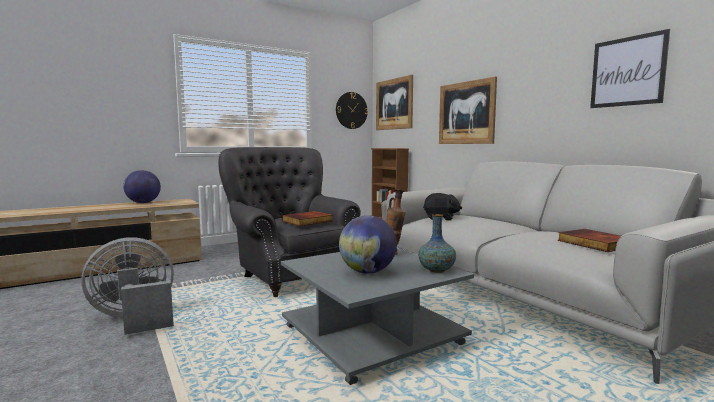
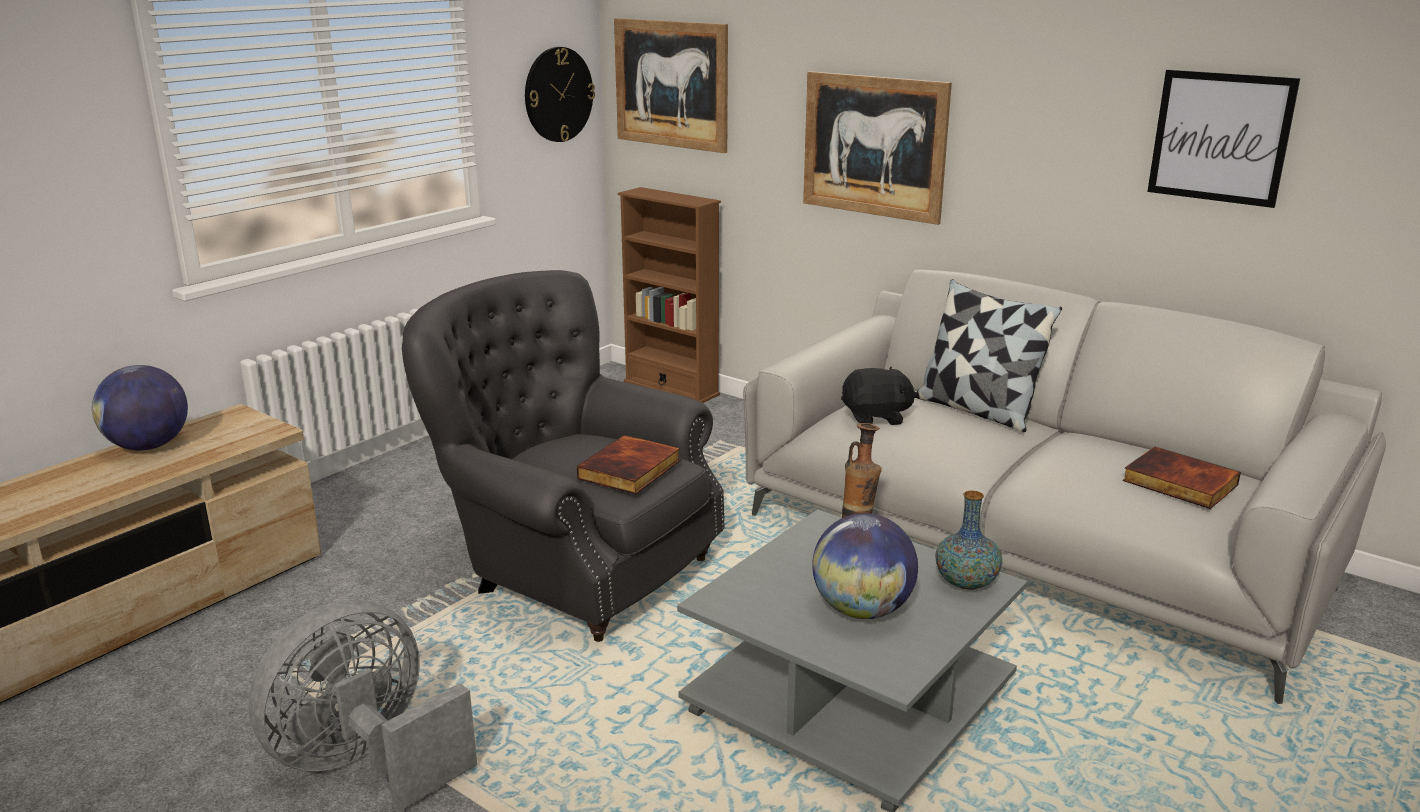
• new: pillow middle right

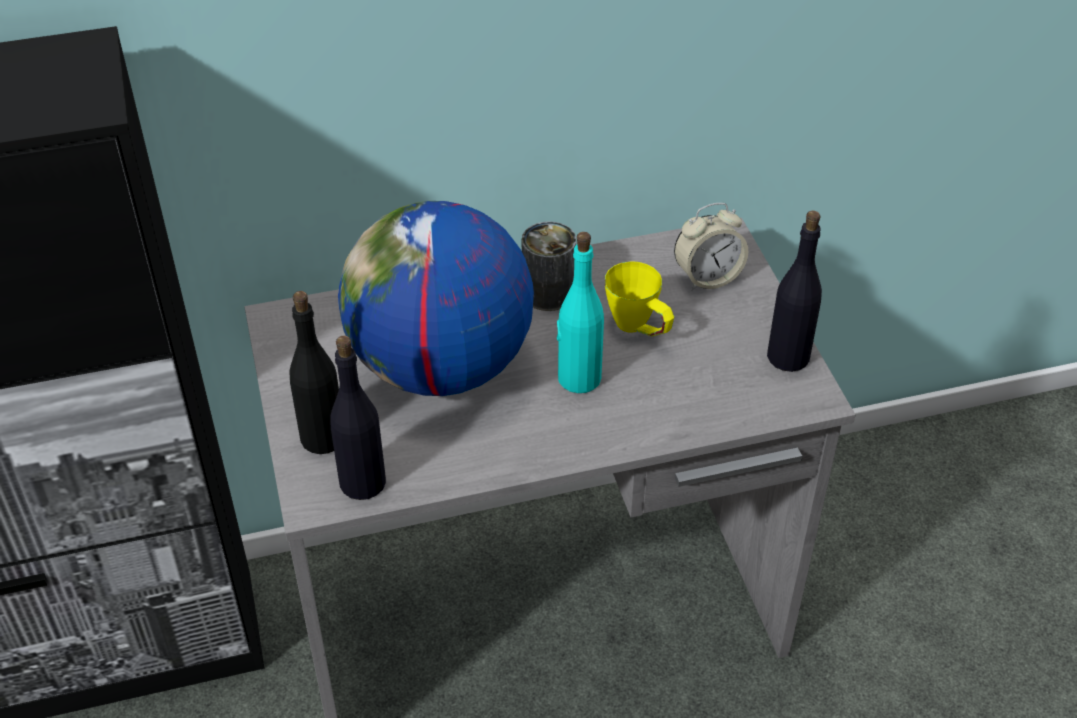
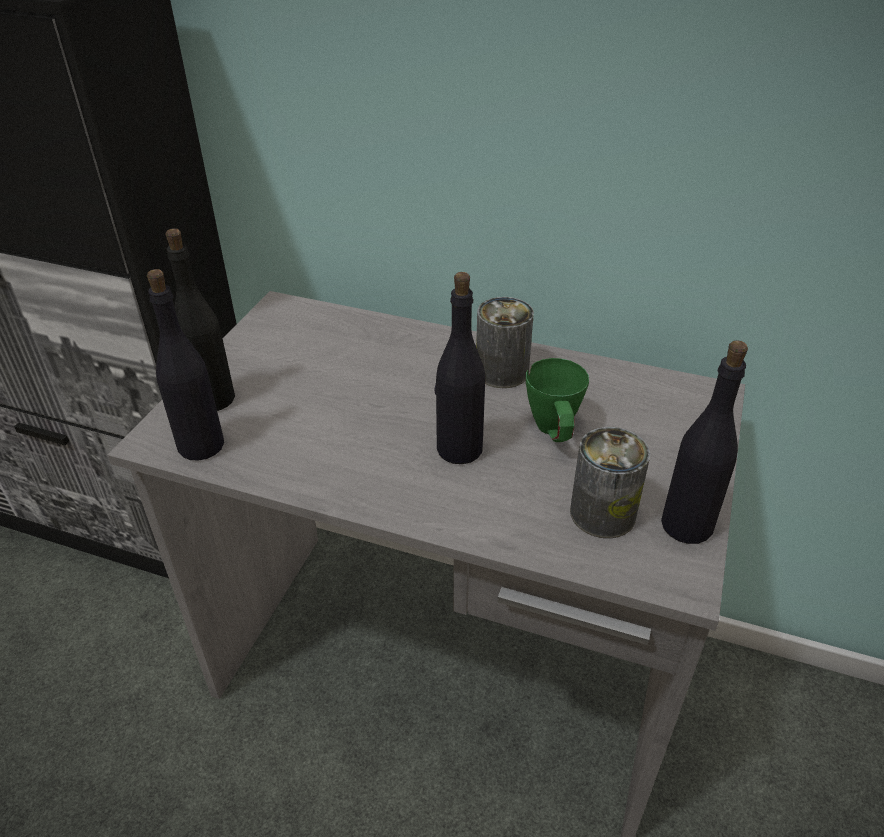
• repainted: bottle (turquoise) centre to bottle (blackish) (no. 3 from left) centre
• repainted: mug (yellow) centre to mug (green-coloured) centre
• new: sealed can (no. 2 from left) middle right
• gone: globe centre
• gone: bedside clock centre

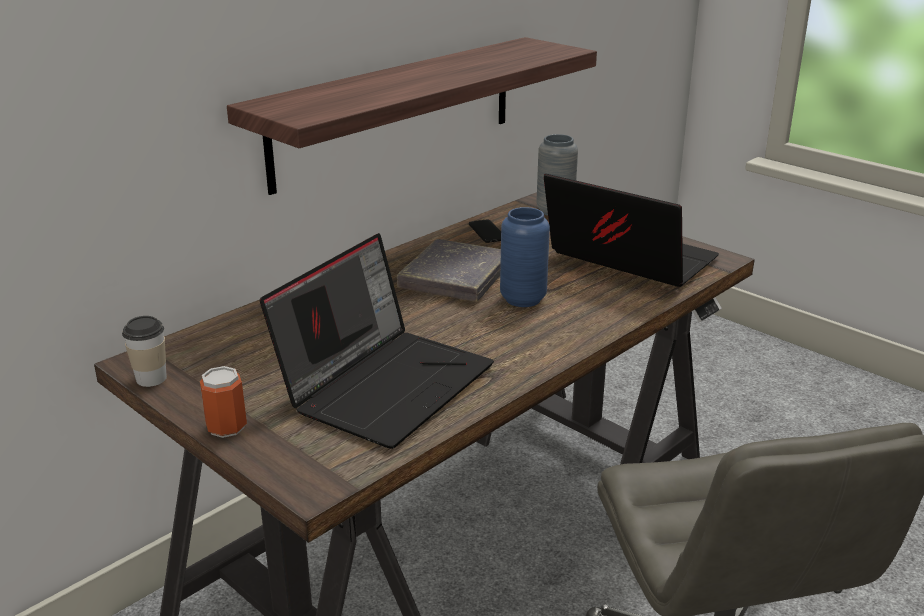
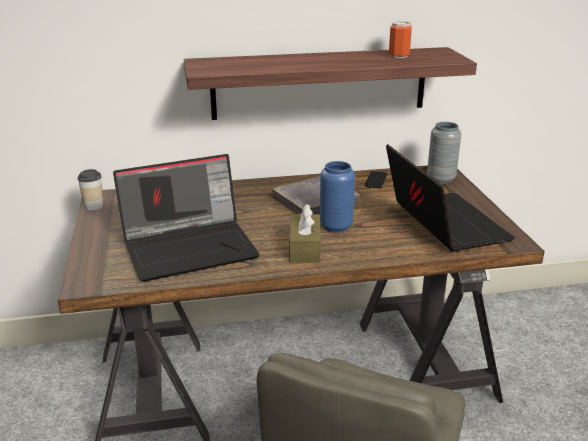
• new: tissue holder (brown) centre
• shifted: sealed can middle left to top right

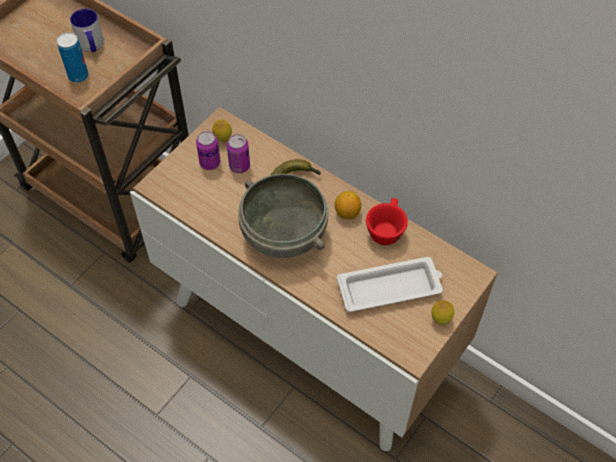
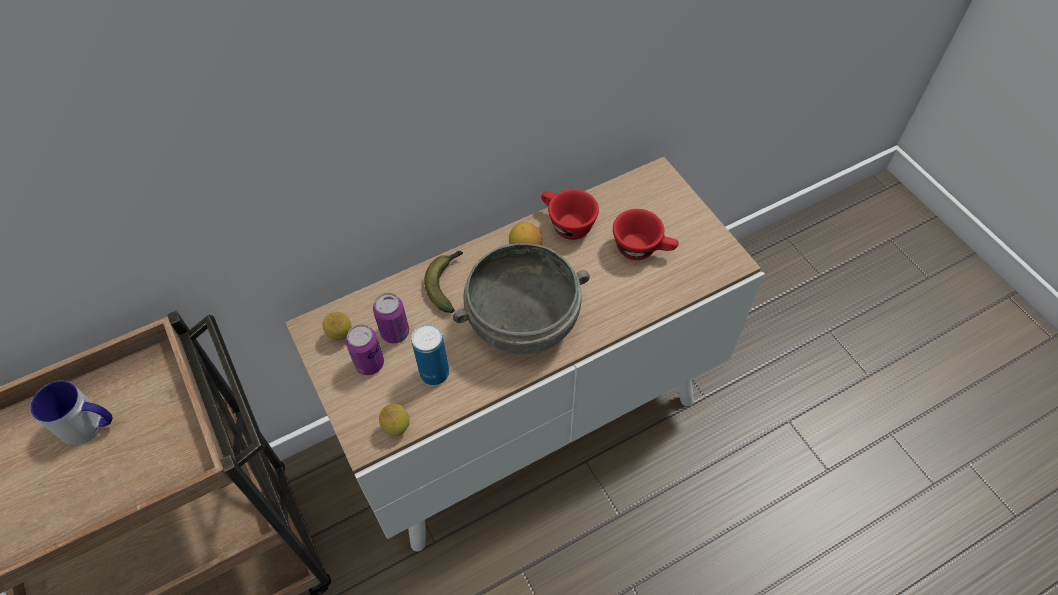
• shifted: whole lemon (no. 3 from left in the first image) bottom right to whole lemon (no. 2 from left) bottom centre
• shifted: sealed can (no. 1 from left in the first image) top left to sealed can (no. 3 from left) centre
• swapped: serving tray (white) centre to cup (red-coloured) (no. 2 from left) centre

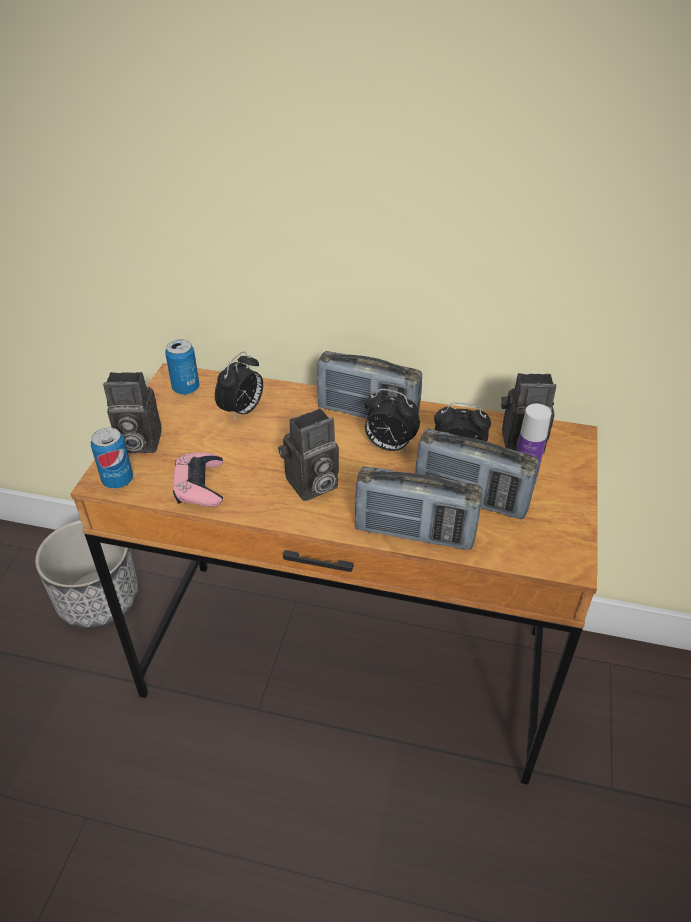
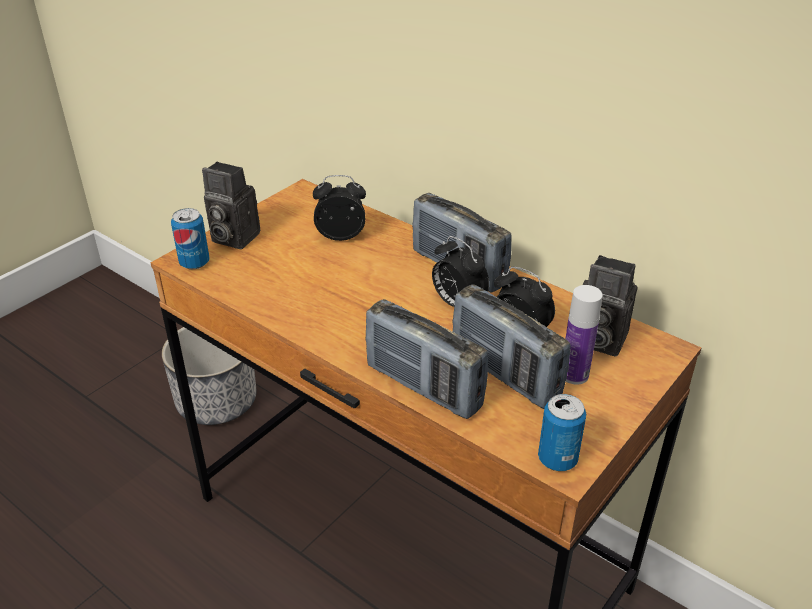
• rotated: bedside clock (no. 1 from left) centre = centre 150 degrees counterclockwise
• shifted: sealed can (no. 2 from left) middle left to bottom right
• gone: game controller (pinkish) middle left
• gone: photo camera (no. 2 from left) centre

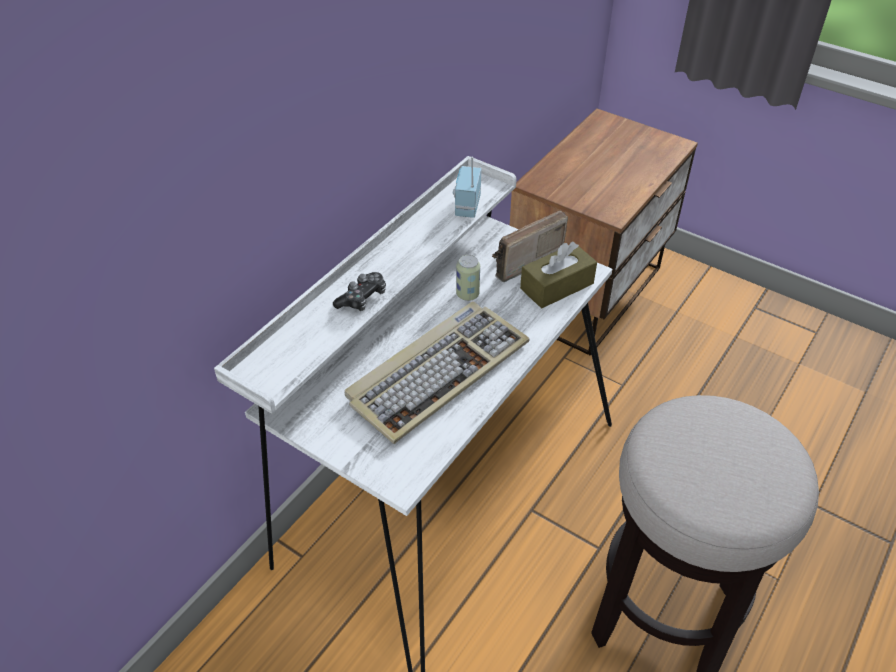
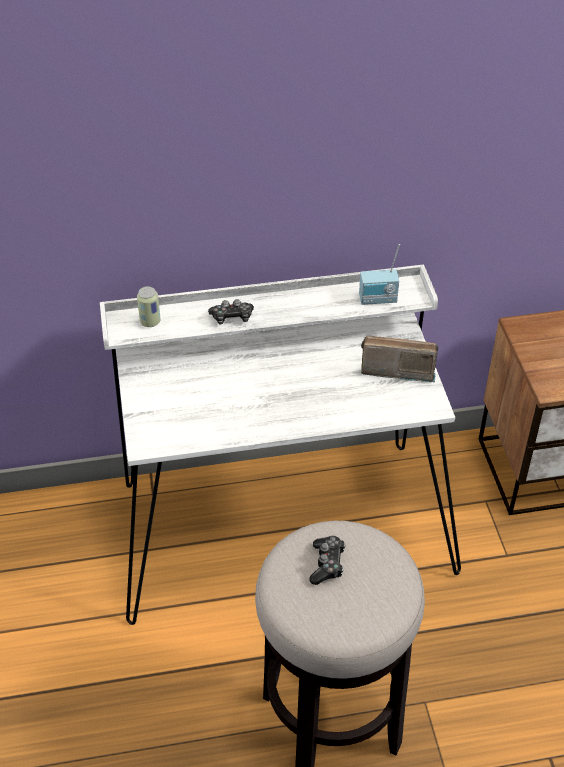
• shifted: sealed can centre to middle left
• new: game controller (no. 2 from left) bottom centre
• rotated: radio (no. 1 from left) top centre = middle right 150 degrees counterclockwise
• gone: keyboard centre
• gone: tissue holder (brown) centre

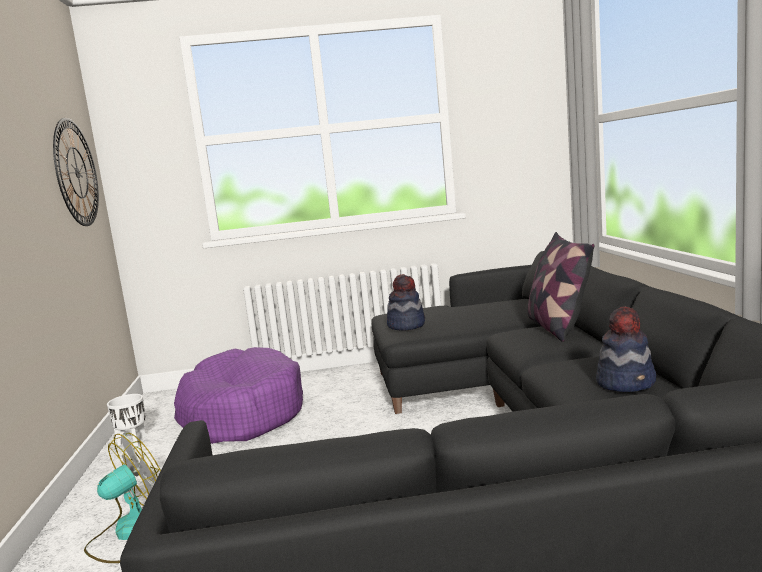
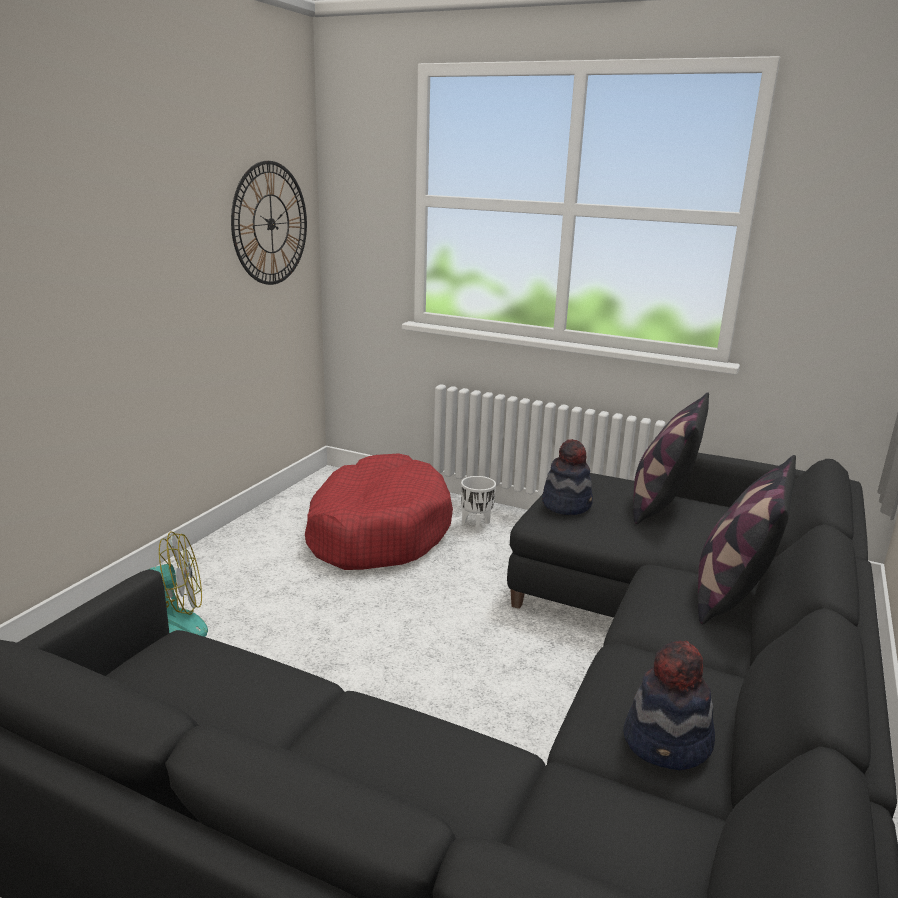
• repainted: dog bed (purple) bottom left to dog bed (red-coloured) centre
• shifted: plant pot (white) bottom left to centre
• new: pillow (no. 1 from left) middle right

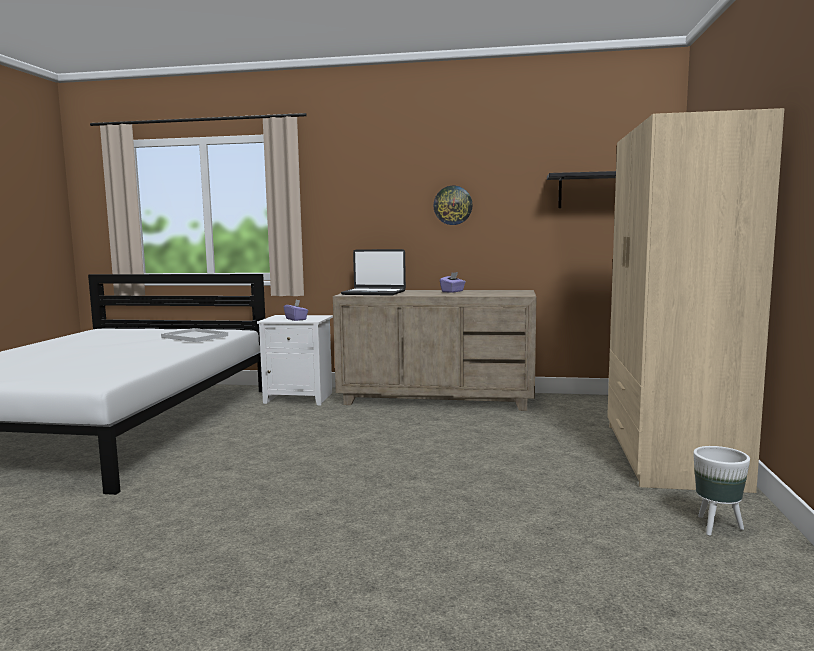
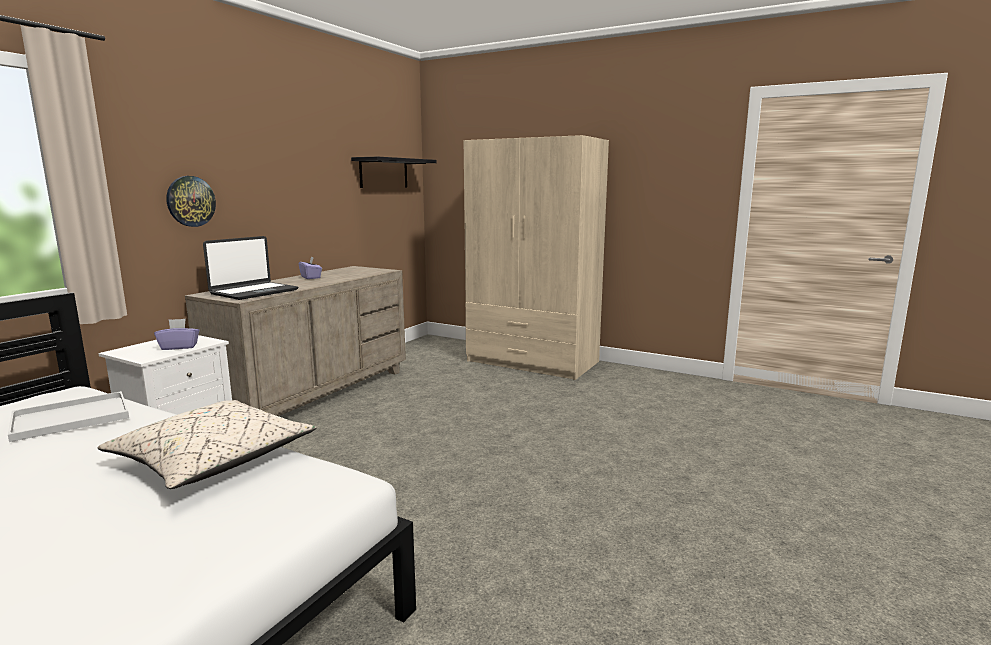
• new: pillow (beige) bottom left
• shifted: clock on the wall top centre to top left
• gone: plant pot (white) bottom right

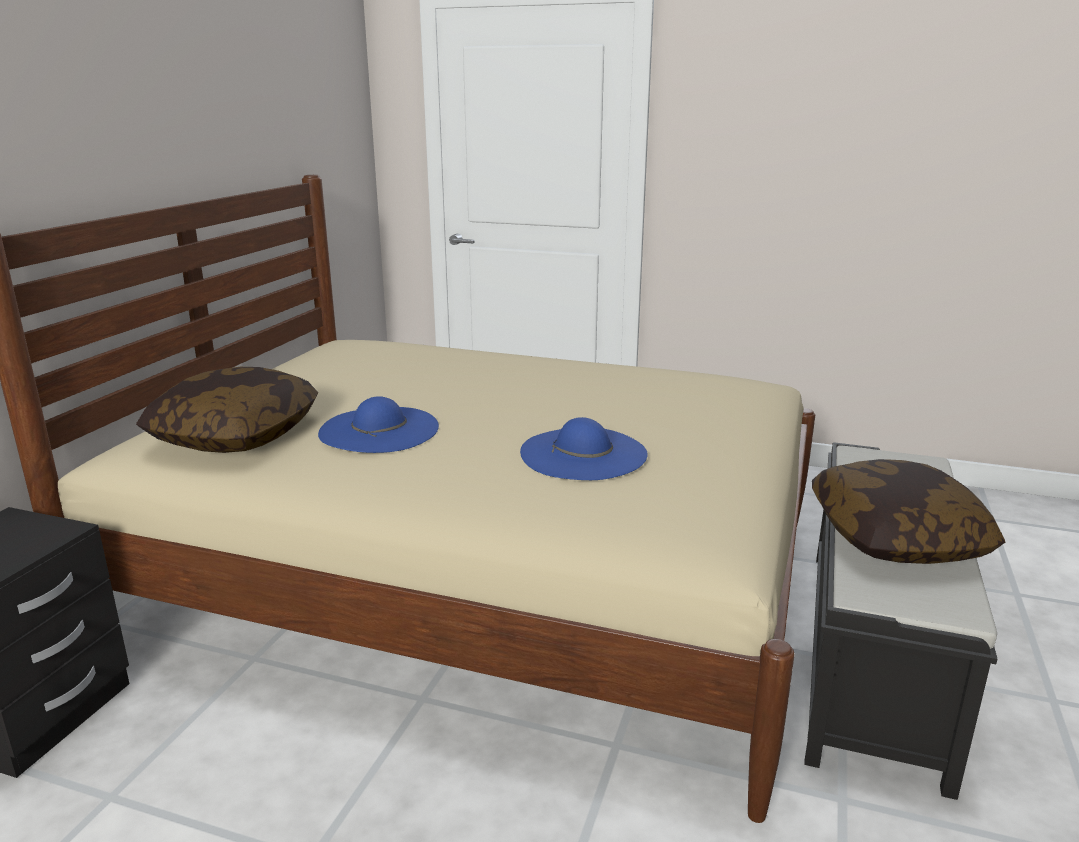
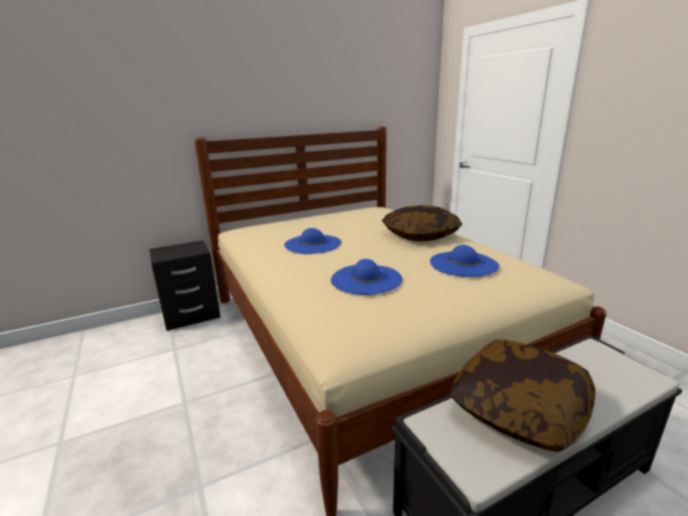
• shifted: pillow (no. 1 from left) middle left to centre
• new: clothing hat (blue-coloured) (no. 3 from left) middle right

